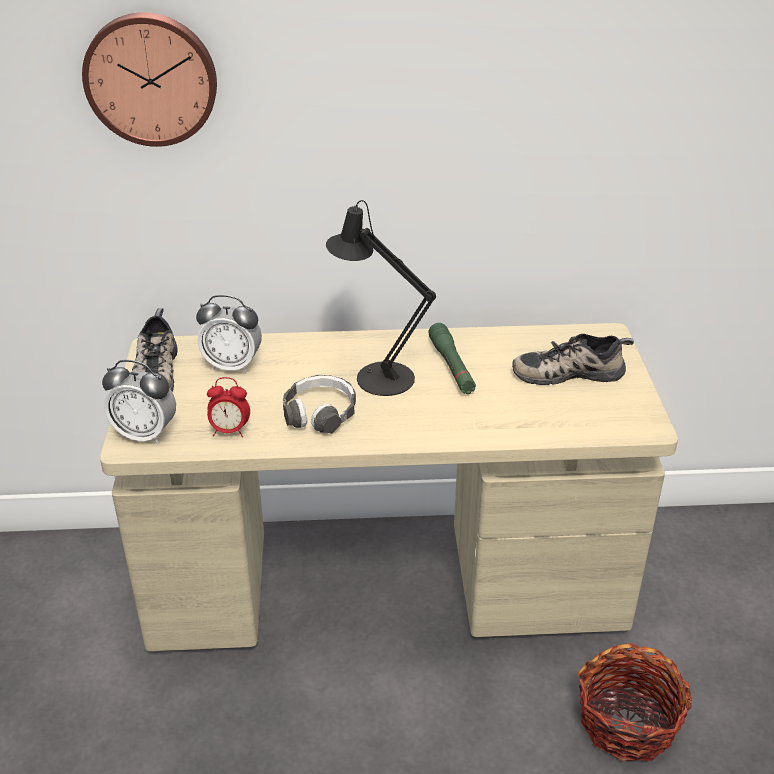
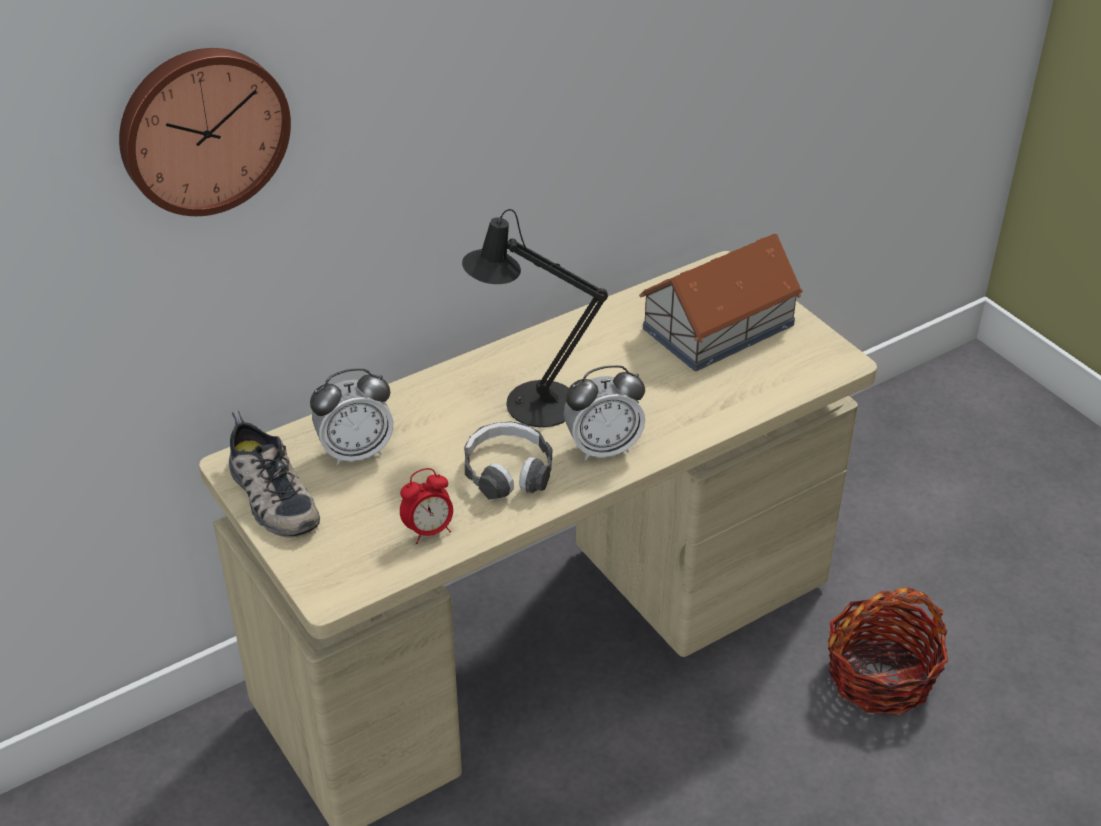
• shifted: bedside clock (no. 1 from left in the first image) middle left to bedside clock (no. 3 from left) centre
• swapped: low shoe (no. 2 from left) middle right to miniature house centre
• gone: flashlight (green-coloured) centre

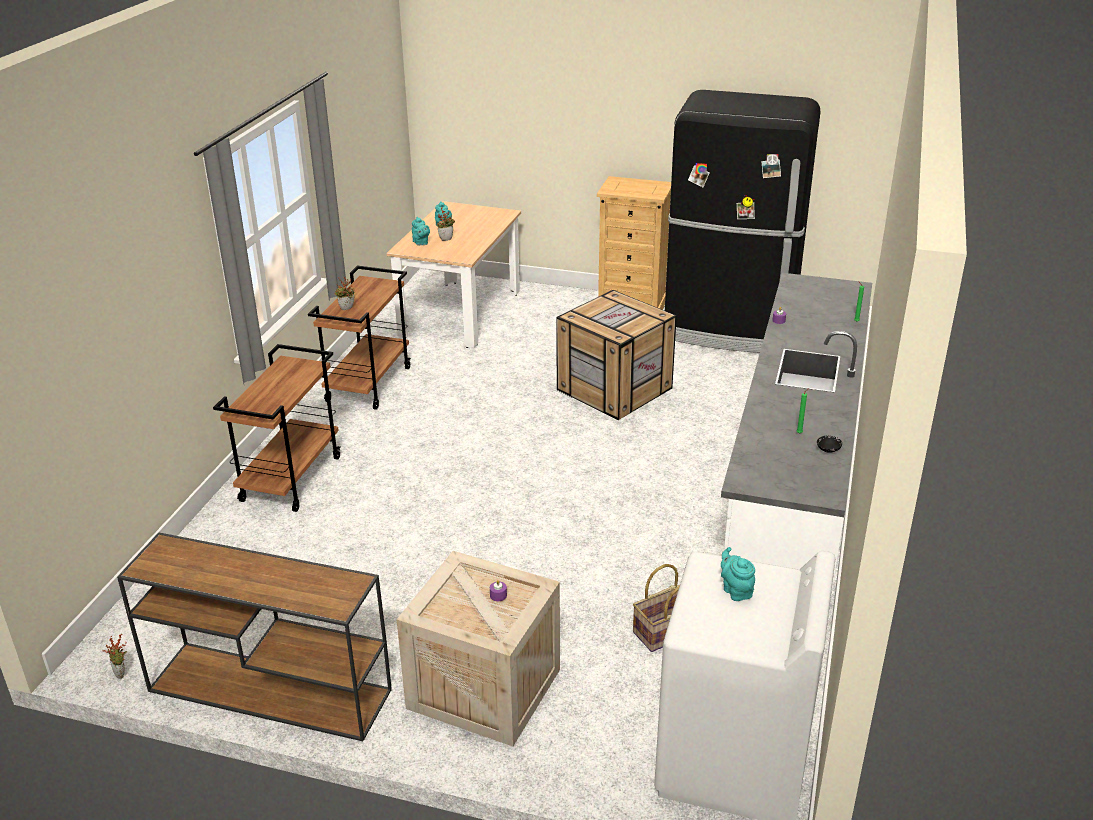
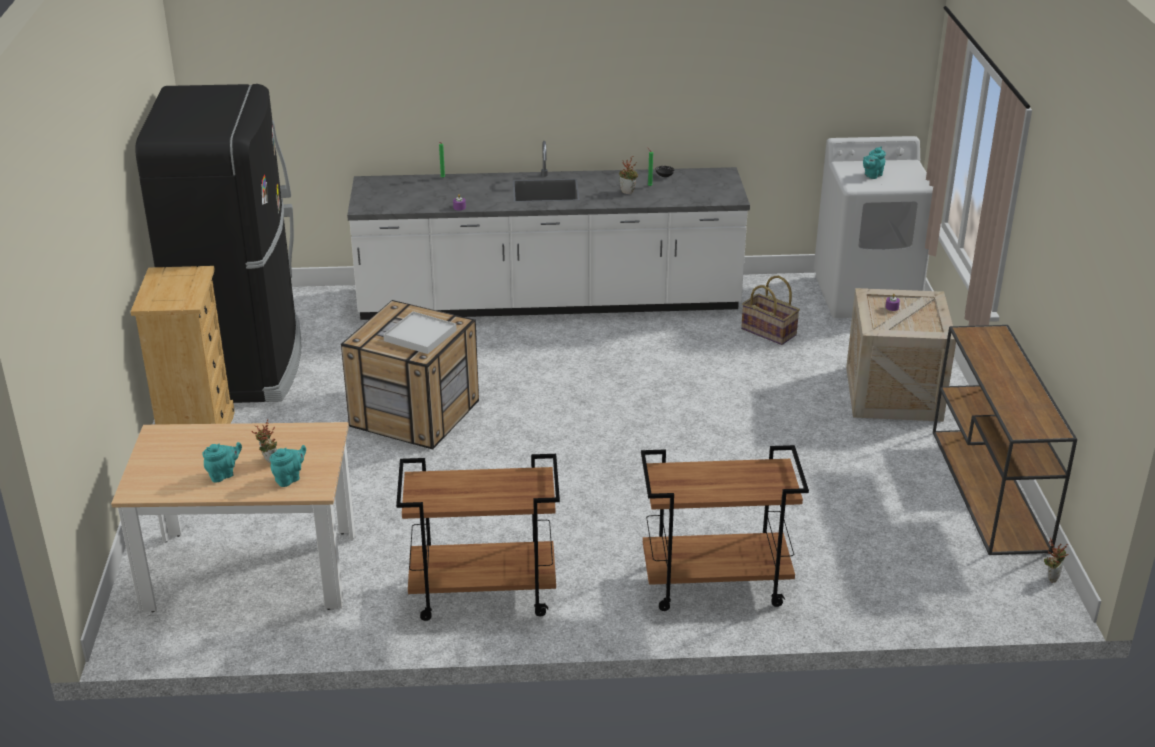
• new: serving tray (white) centre
• shifted: potted plant (no. 2 from left) middle left to top centre

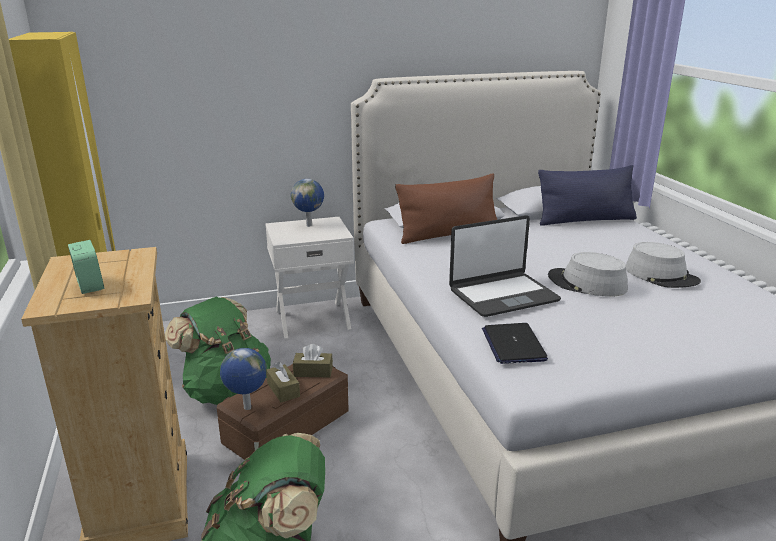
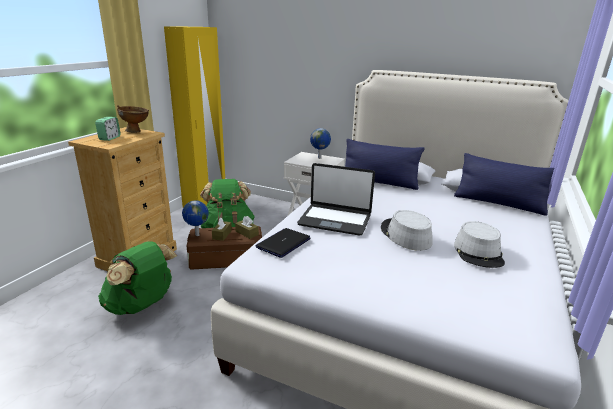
• new: deep dish (brown) top left
• repainted: pillow (brown) centre to pillow (blue-coloured) (no. 1 from left) centre

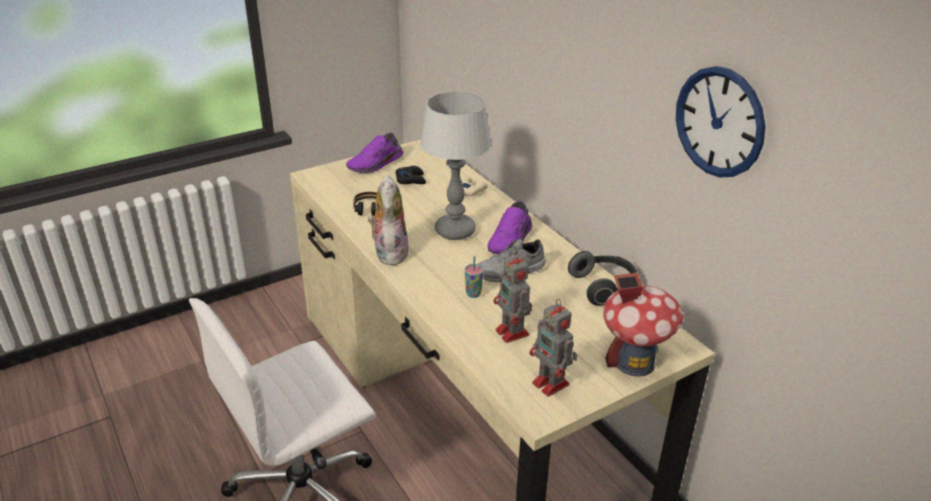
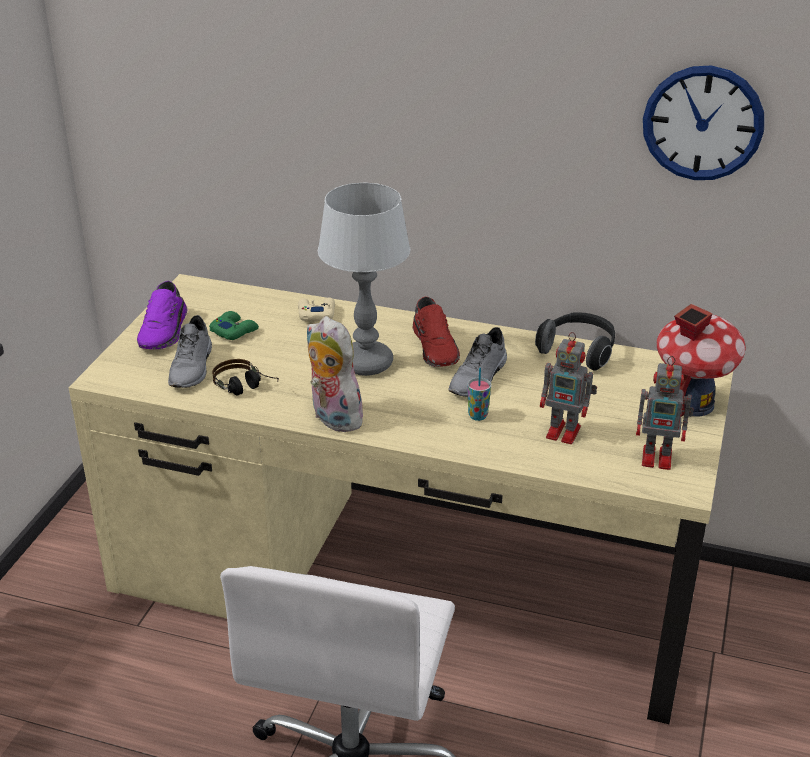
• new: low shoe (greyish) (no. 1 from left) middle left
• repainted: game controller (blackish) centre to game controller (green-coloured) middle left
• repainted: low shoe (purple) (no. 2 from left) centre to low shoe (red-coloured) centre

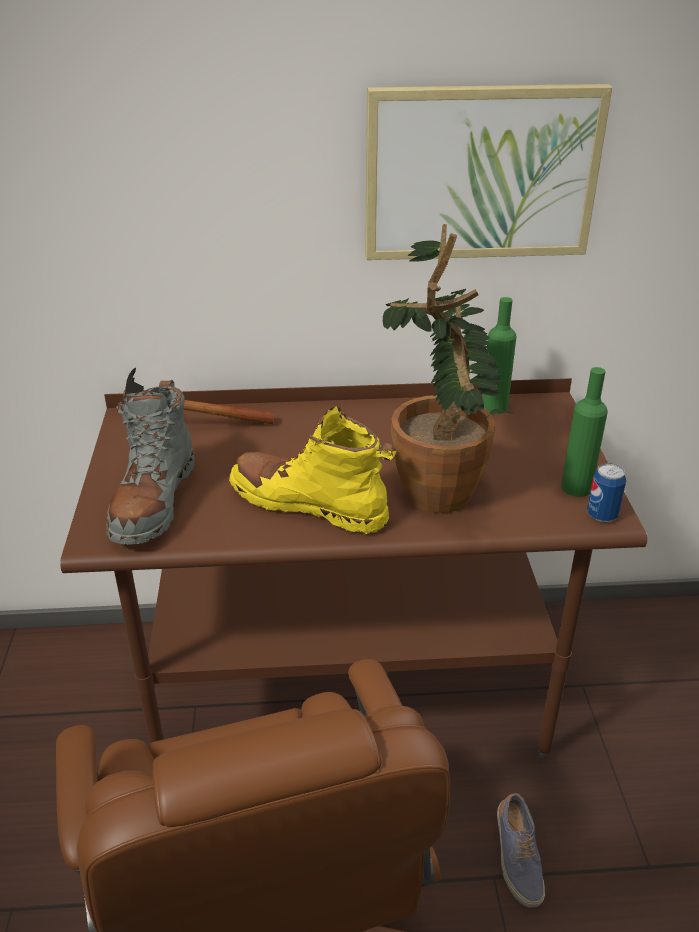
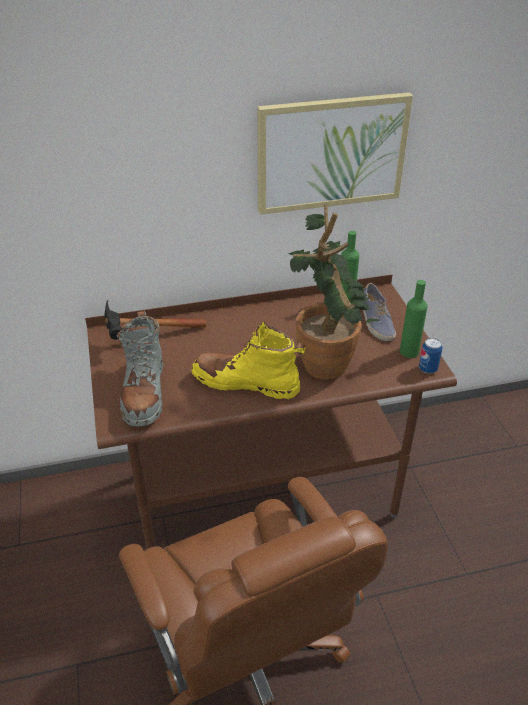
• shifted: low shoe bottom right to middle right

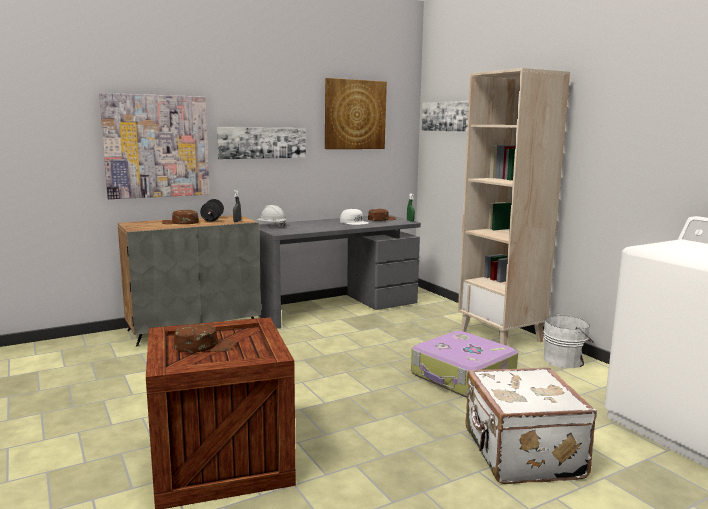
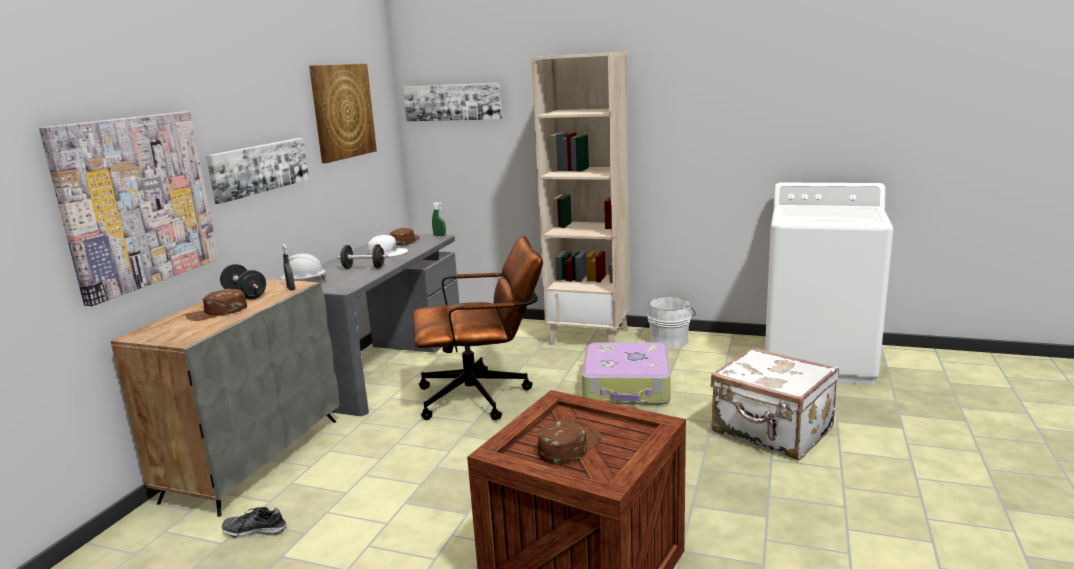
• new: low shoe bottom left
• new: dumbbell (blackish) (no. 2 from left) centre
• new: office chair (brown) centre

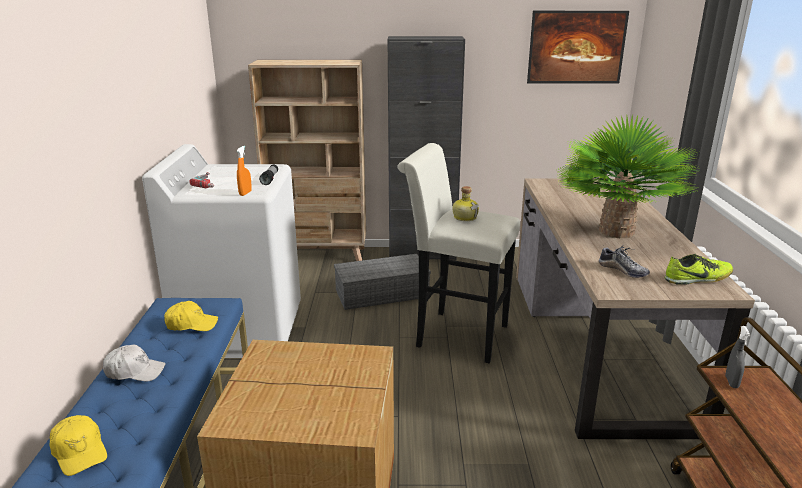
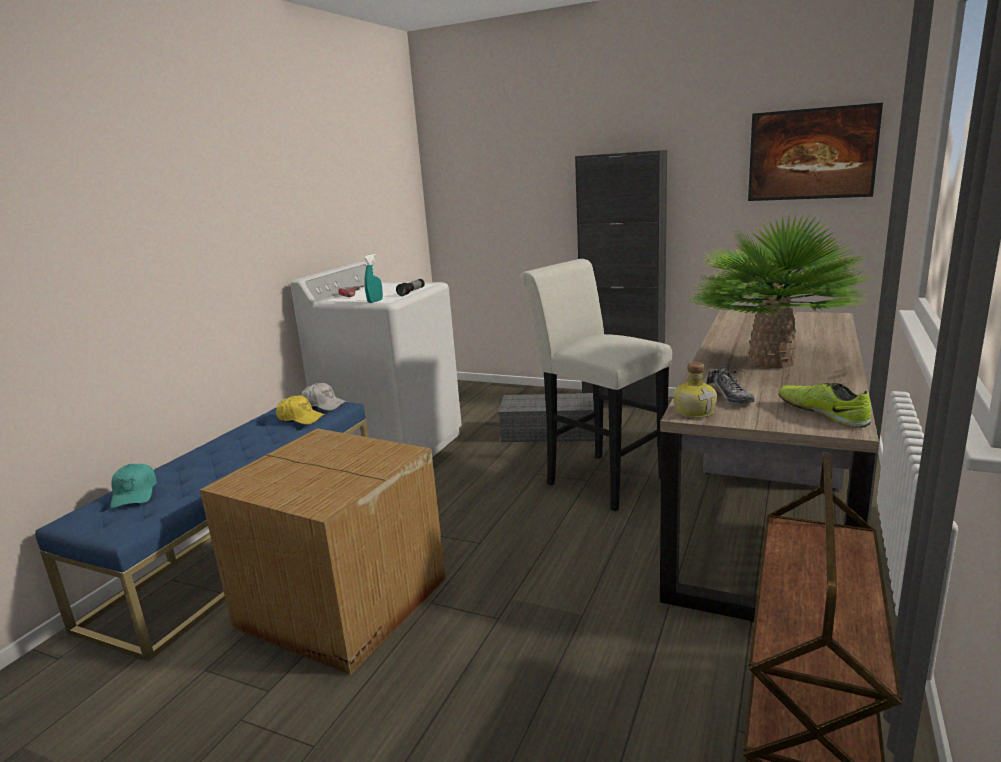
• repainted: baseball cap (yellow) (no. 1 from left) bottom left to baseball cap (turquoise) middle left
• shifted: baseball cap (white) bottom left to middle left
• repainted: sprayer (orange-coloured) middle left to sprayer (turquoise) centre
• shifted: bottle centre to middle right
• rotated: low shoe (no. 2 from left) middle right = middle right 135 degrees counterclockwise
• gone: shelving unit (beige) top centre
• gone: sprayer (greyish) bottom right

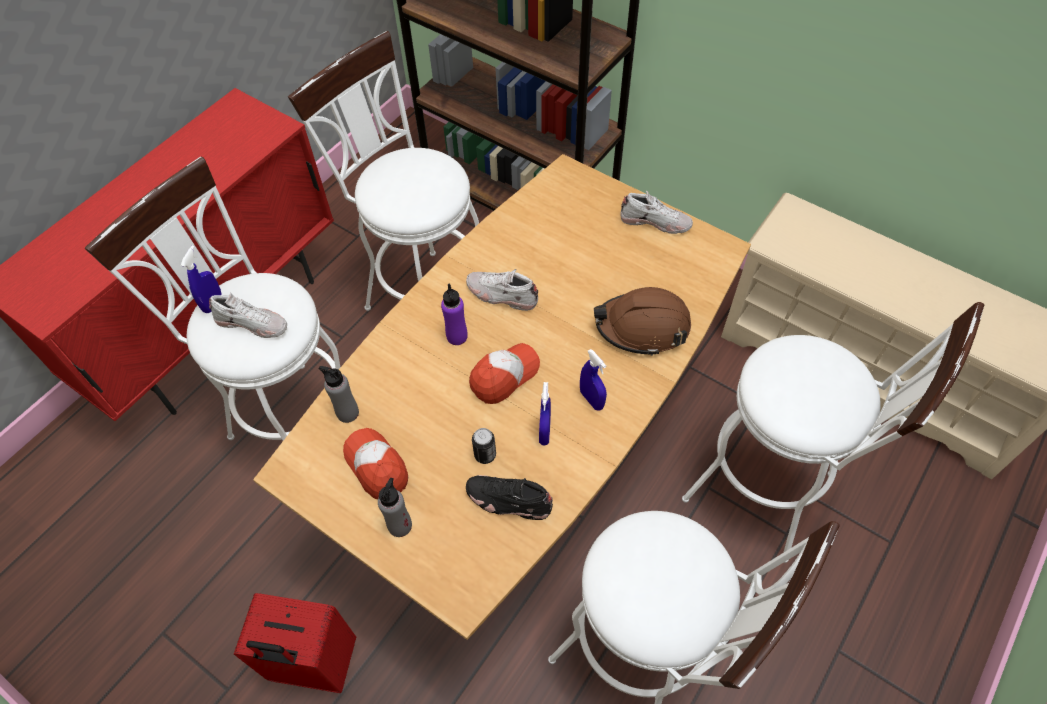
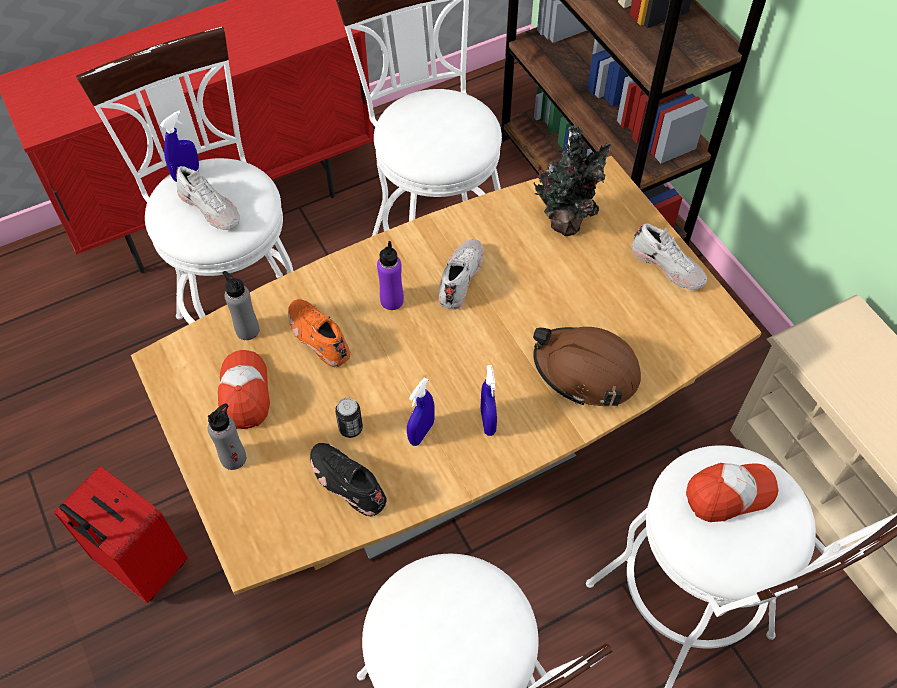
• new: low shoe (orange-coloured) centre
• rotated: low shoe (white) (no. 2 from left) centre = centre 60 degrees clockwise
• new: potted plant top centre
• shifted: baseball cap (no. 2 from left) centre to bottom right

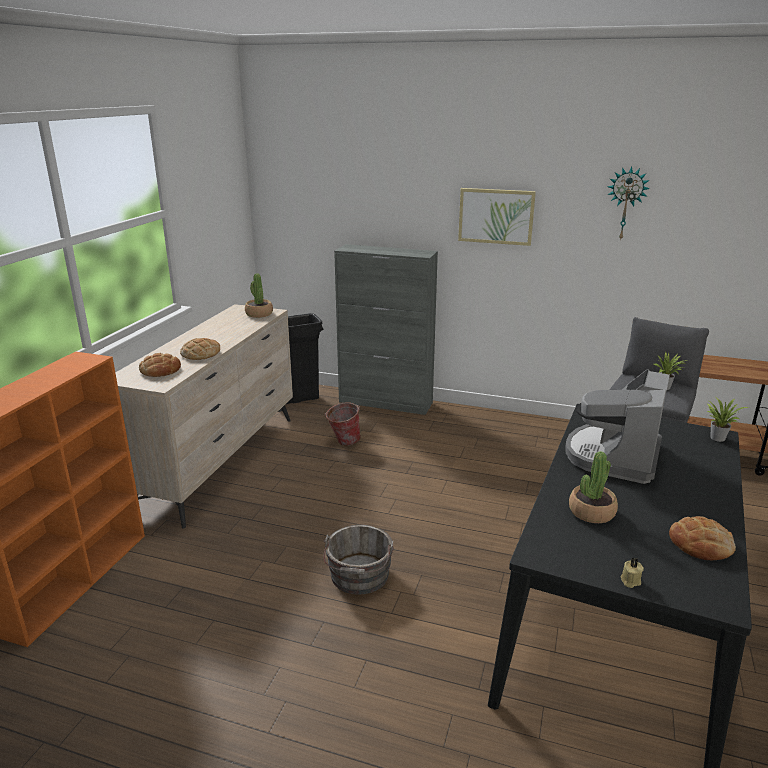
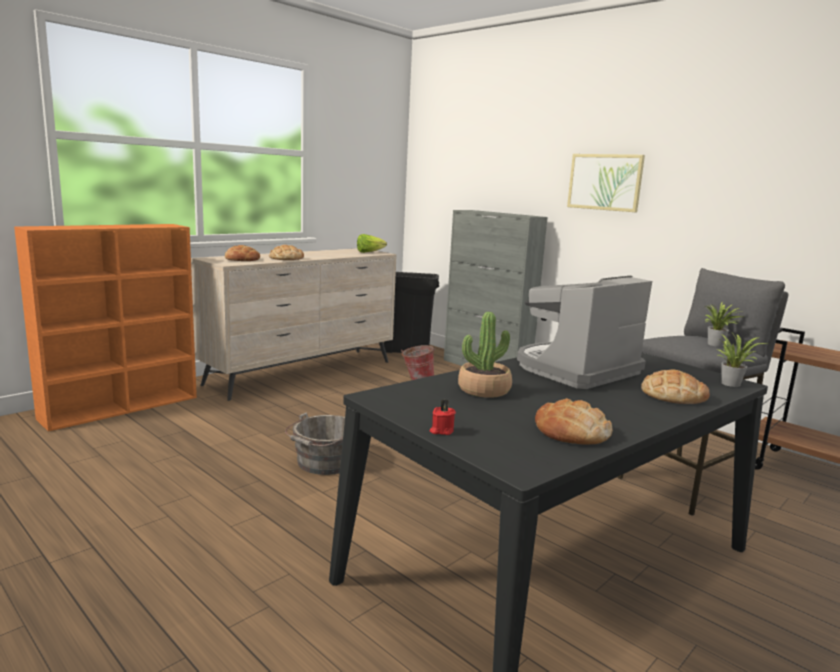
• swapped: potted plant (no. 1 from left) centre to lettuce centre
• repainted: wax candle (beige) bottom right to wax candle (red-coloured) centre
• new: baked bread (no. 4 from left) middle right
• gone: clock on the wall top right

